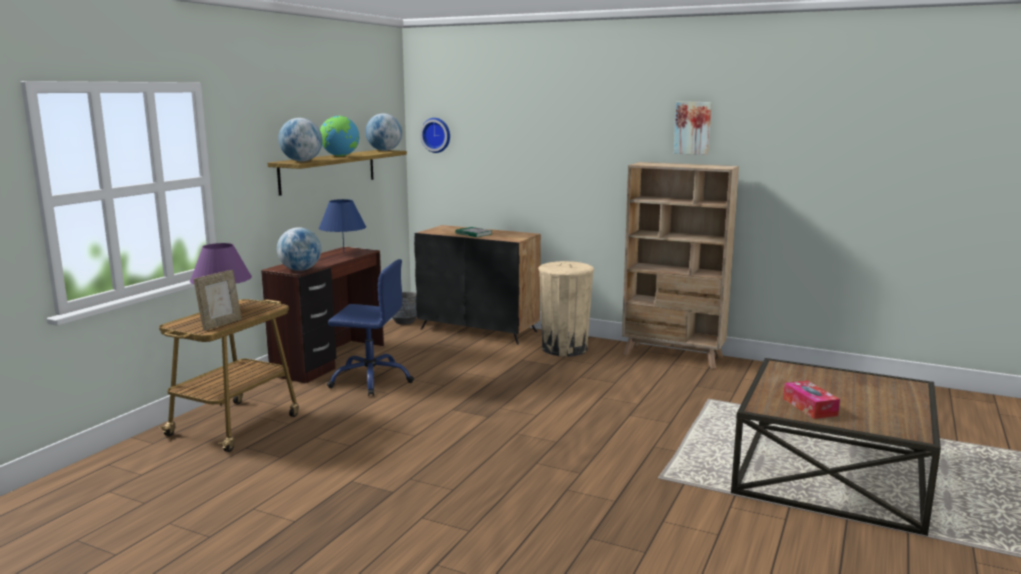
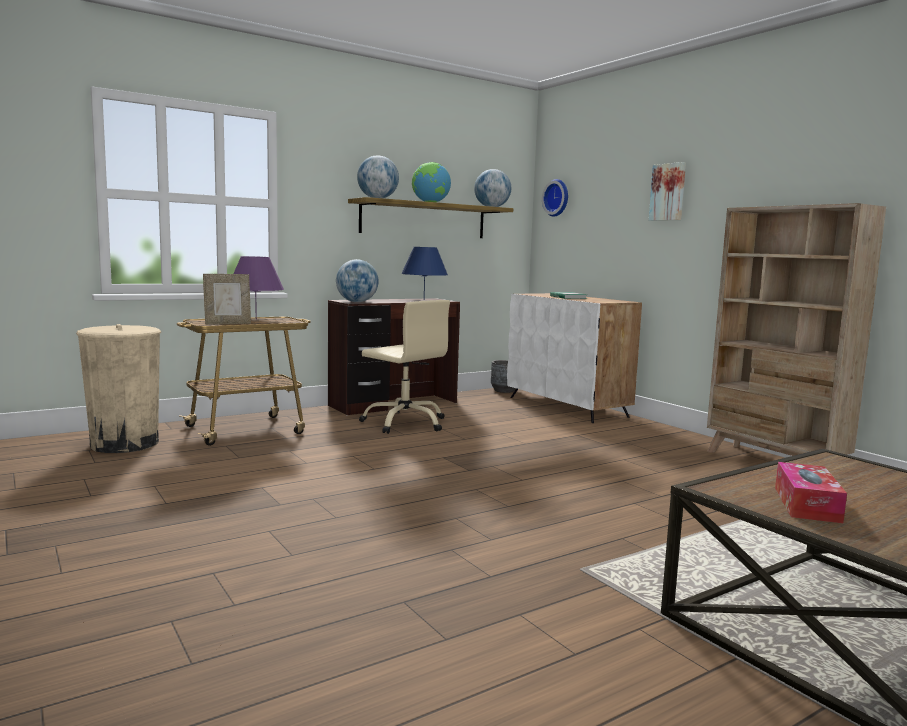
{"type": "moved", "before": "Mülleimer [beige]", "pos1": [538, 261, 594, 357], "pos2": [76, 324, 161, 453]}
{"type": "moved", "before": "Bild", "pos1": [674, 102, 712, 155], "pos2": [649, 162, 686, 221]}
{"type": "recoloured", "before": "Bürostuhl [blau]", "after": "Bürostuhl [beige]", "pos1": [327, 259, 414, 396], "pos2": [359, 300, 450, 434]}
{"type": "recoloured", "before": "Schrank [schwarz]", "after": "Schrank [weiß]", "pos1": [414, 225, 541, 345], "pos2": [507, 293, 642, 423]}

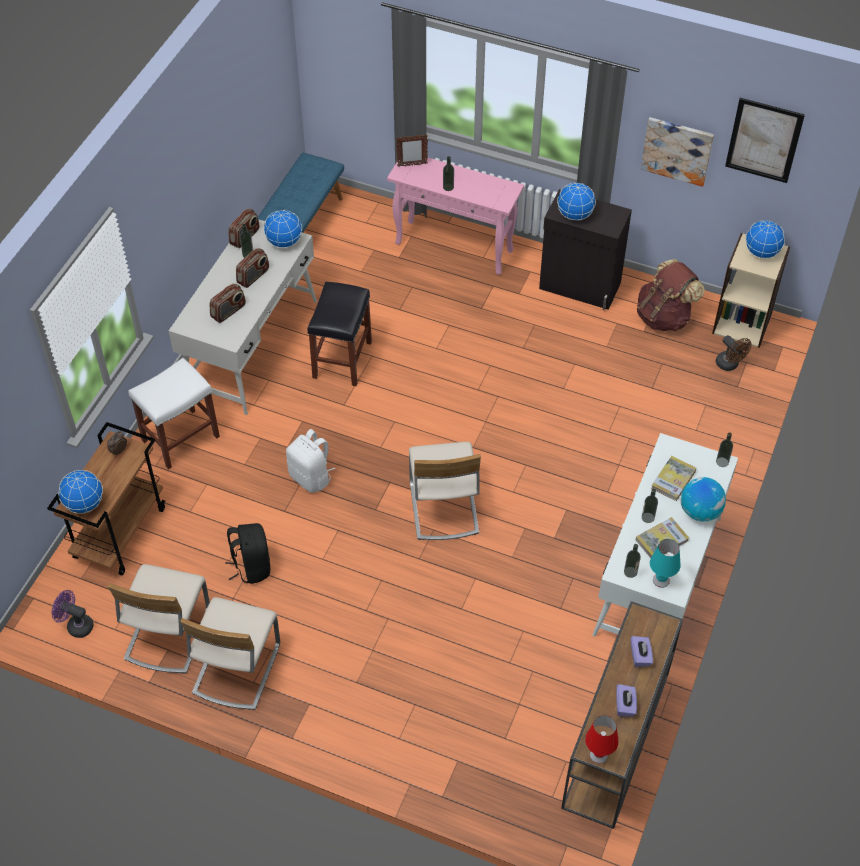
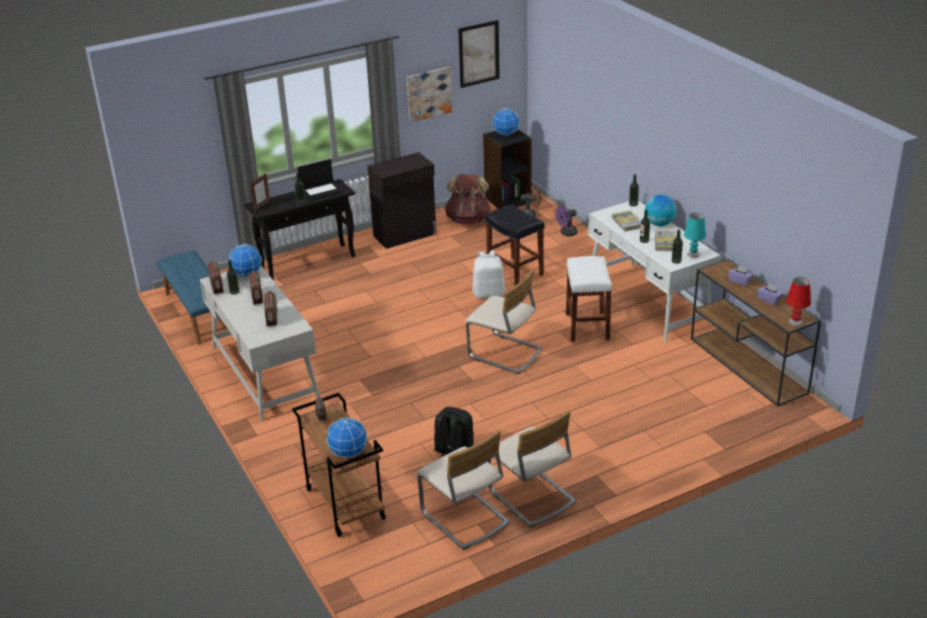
{"type": "removed", "before": "Globus", "pos1": [557, 182, 596, 221]}
{"type": "added", "after": "Laptop", "pos2": [298, 159, 343, 201]}
{"type": "moved", "before": "Ventilator [lila]", "pos1": [52, 590, 94, 638], "pos2": [555, 205, 578, 236]}
{"type": "moved", "before": "Hocker [weiß]", "pos1": [129, 358, 220, 469], "pos2": [566, 256, 612, 342]}
{"type": "moved", "before": "Rucksack [weiß]", "pos1": [286, 429, 335, 493], "pos2": [472, 251, 505, 299]}
{"type": "moved", "before": "Hocker [schwarz]", "pos1": [307, 282, 372, 386], "pos2": [485, 205, 544, 285]}
{"type": "recoloured", "before": "Konsolentisch [rosa]", "after": "Konsolentisch [schwarz]", "pos1": [387, 158, 524, 275], "pos2": [245, 179, 355, 280]}
{"type": "recoloured", "before": "Bücherregal [beige]", "after": "Bücherregal [schwarz]", "pos1": [712, 233, 790, 348], "pos2": [483, 129, 532, 209]}

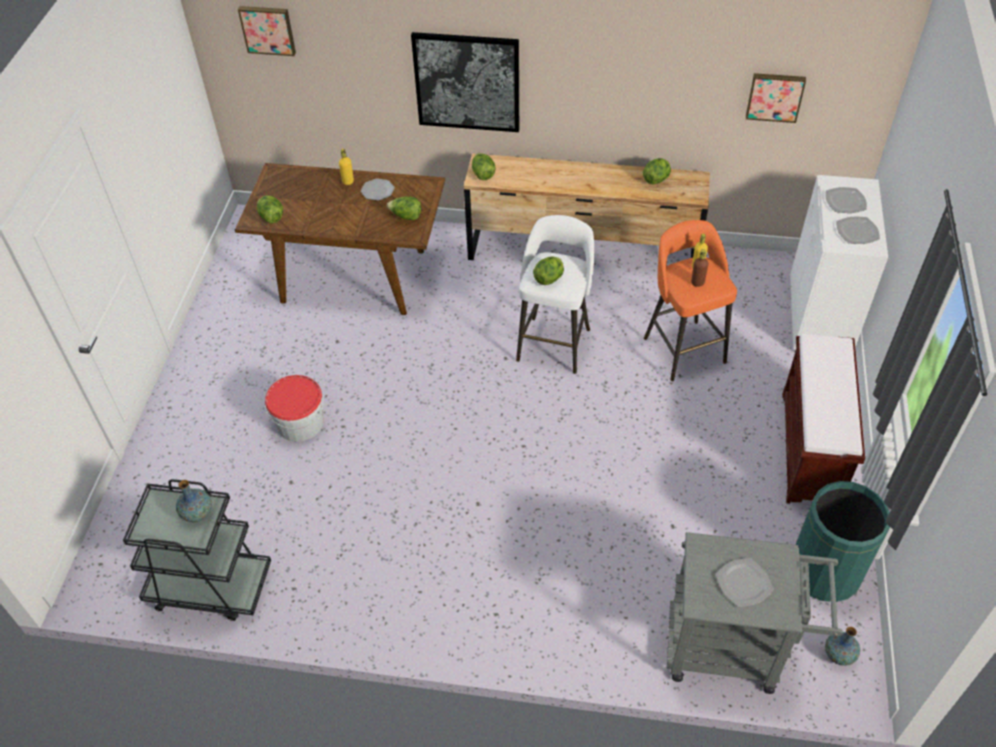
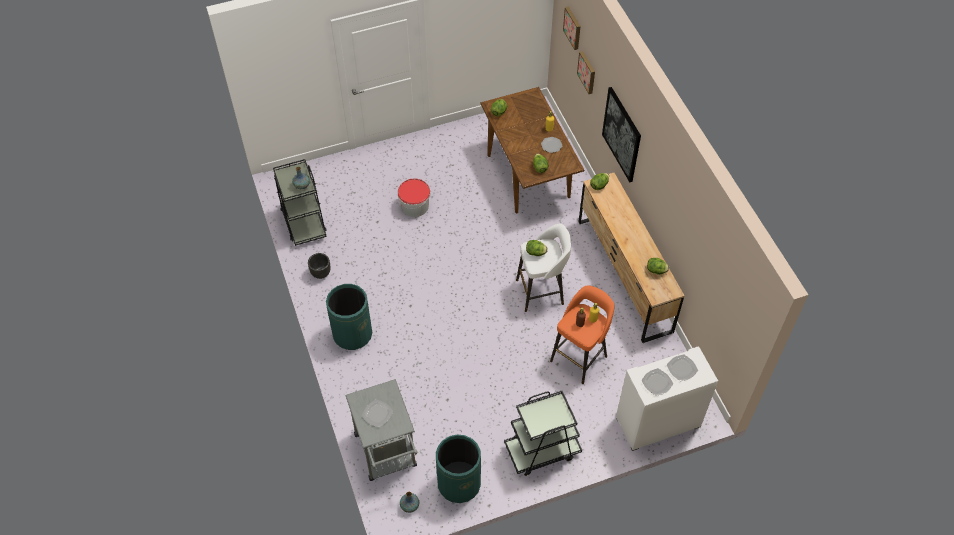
{"type": "added", "after": "Pflanzkübel [schwarz]", "pos2": [308, 253, 331, 279]}
{"type": "added", "after": "Mülleimer [grün]", "pos2": [326, 284, 372, 350]}
{"type": "moved", "before": "Bild", "pos1": [746, 73, 806, 123], "pos2": [577, 51, 595, 94]}
{"type": "replaced", "before": "Bank [braun]", "after": "Rollwagen [schwarz]", "pos1": [782, 334, 865, 504], "pos2": [504, 391, 582, 476]}

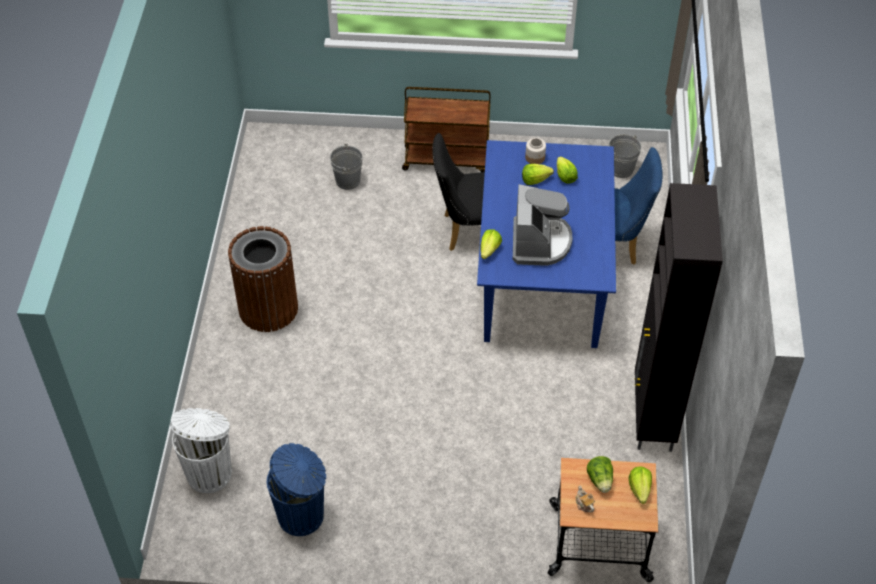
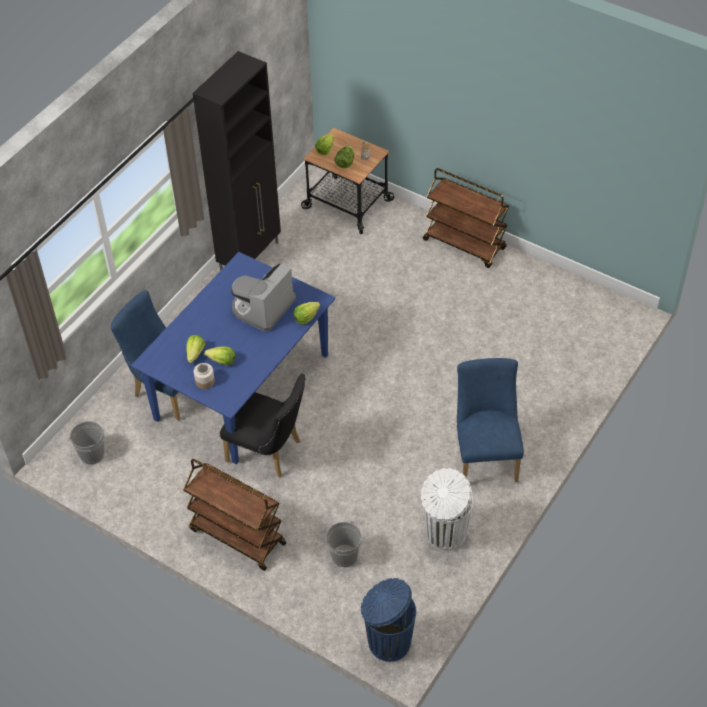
{"type": "added", "after": "Rollwagen [braun]", "pos2": [423, 168, 509, 268]}
{"type": "moved", "before": "Mülleimer [weiß]", "pos1": [170, 408, 232, 493], "pos2": [421, 468, 473, 551]}
{"type": "moved", "before": "Mülleimer [blau]", "pos1": [267, 443, 326, 536], "pos2": [361, 578, 416, 662]}
{"type": "replaced", "before": "Mülleimer [braun]", "after": "Stuhl [blau]", "pos1": [228, 226, 298, 332], "pos2": [457, 358, 524, 482]}

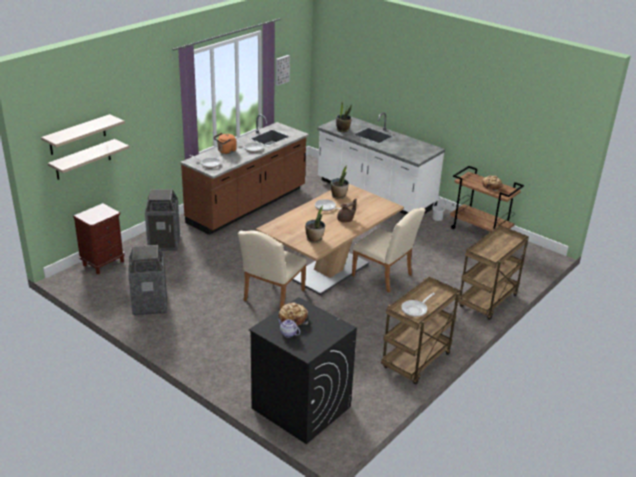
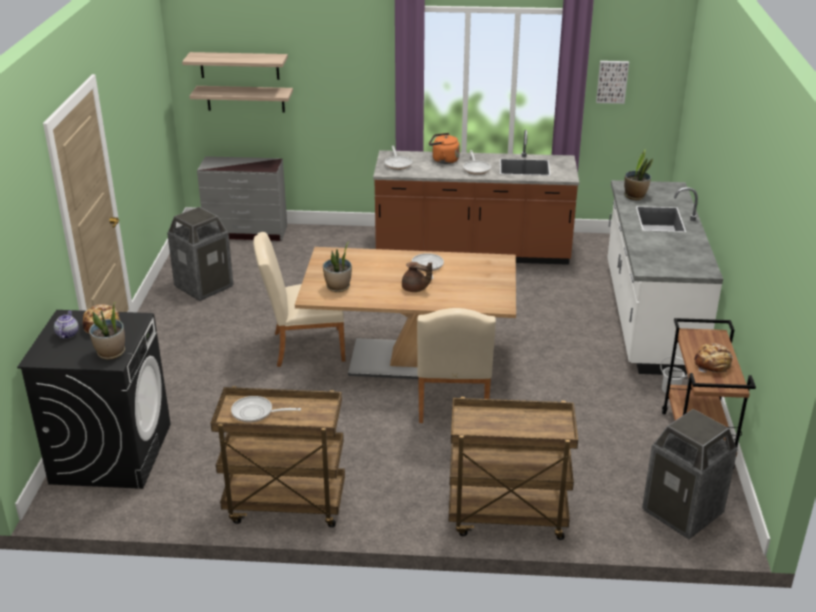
{"type": "moved", "before": "Mülleimer", "pos1": [145, 189, 180, 251], "pos2": [642, 409, 738, 539]}
{"type": "moved", "before": "Topfpflanze", "pos1": [331, 165, 349, 199], "pos2": [89, 303, 125, 359]}
{"type": "replaced", "before": "Nachttisch [braun]", "after": "Kommode [grau]", "pos1": [73, 203, 125, 274], "pos2": [197, 156, 287, 241]}

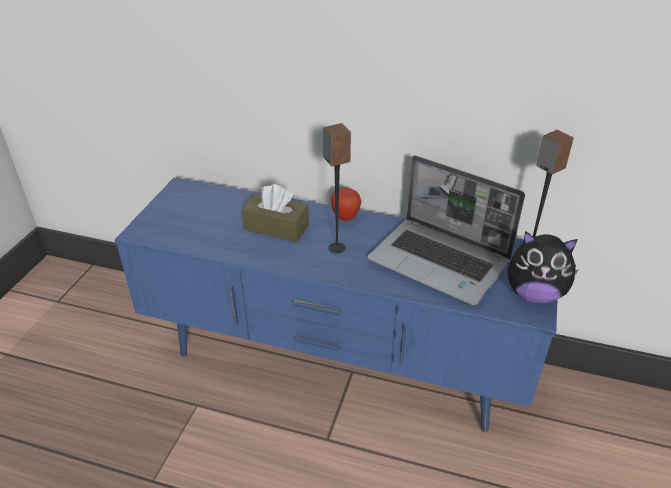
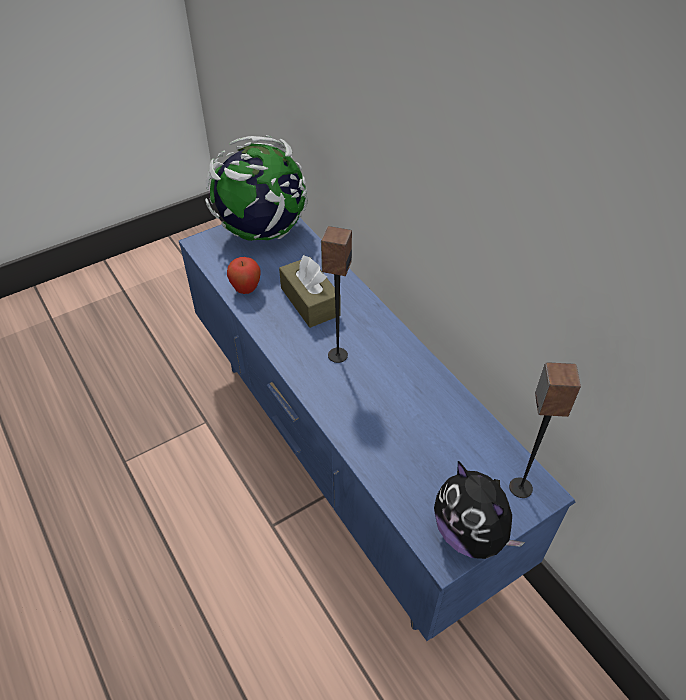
{"type": "removed", "before": "Laptop", "pos1": [367, 155, 525, 305]}
{"type": "added", "after": "Globus", "pos2": [205, 135, 308, 241]}
{"type": "moved", "before": "Apfel", "pos1": [331, 188, 361, 221], "pos2": [227, 257, 261, 294]}

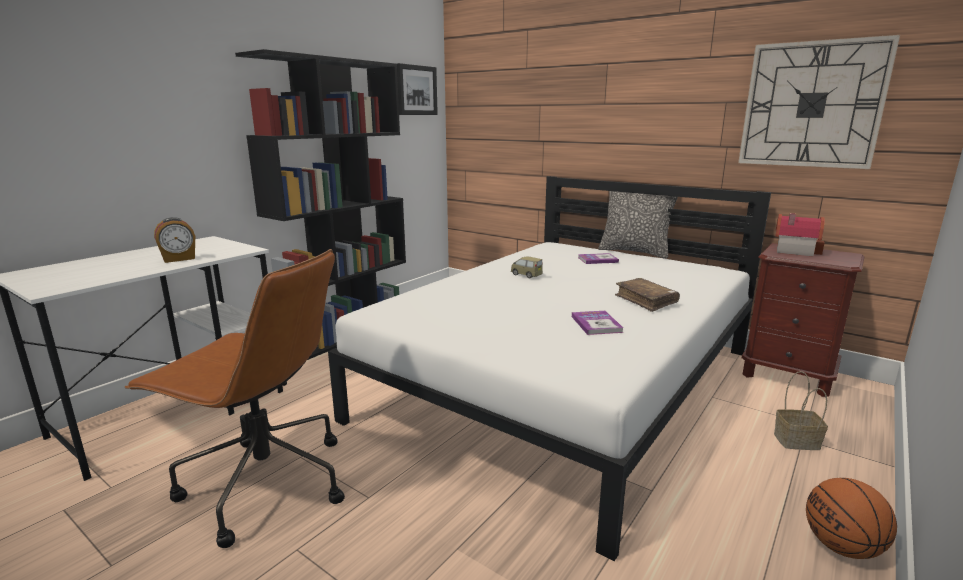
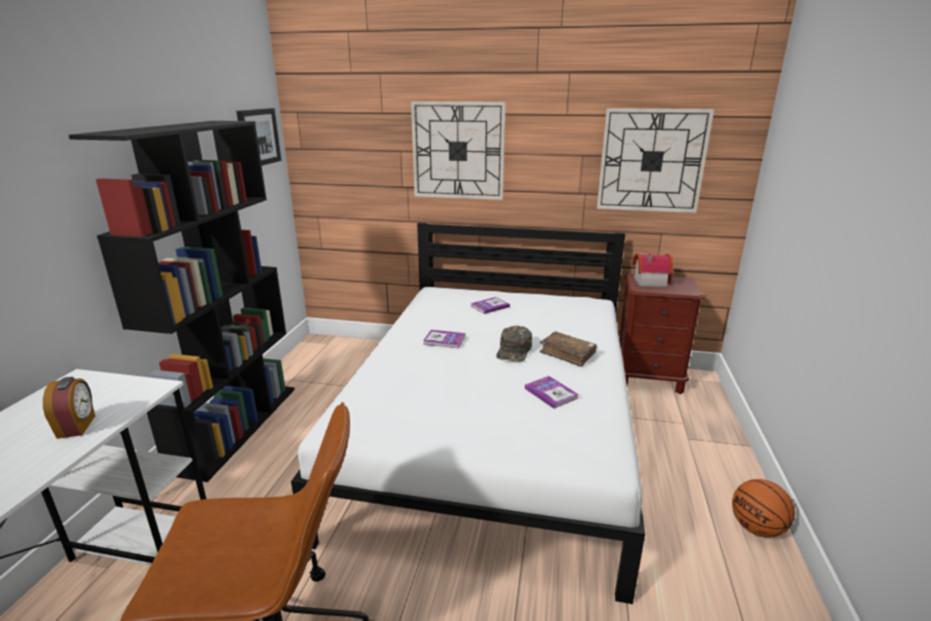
{"type": "removed", "before": "Kissen", "pos1": [598, 191, 678, 259]}
{"type": "removed", "before": "Korb", "pos1": [774, 371, 828, 450]}
{"type": "added", "after": "Wanduhr", "pos2": [411, 101, 506, 200]}
{"type": "added", "after": "Kappe [grün]", "pos2": [496, 326, 532, 362]}
{"type": "replaced", "before": "Spielzeugauto", "after": "Buch", "pos1": [511, 257, 543, 278], "pos2": [423, 330, 465, 348]}
{"type": "turned", "before": "Wecker", "pos1": [154, 217, 195, 263], "pos2": [43, 377, 95, 439], "turn": -45}

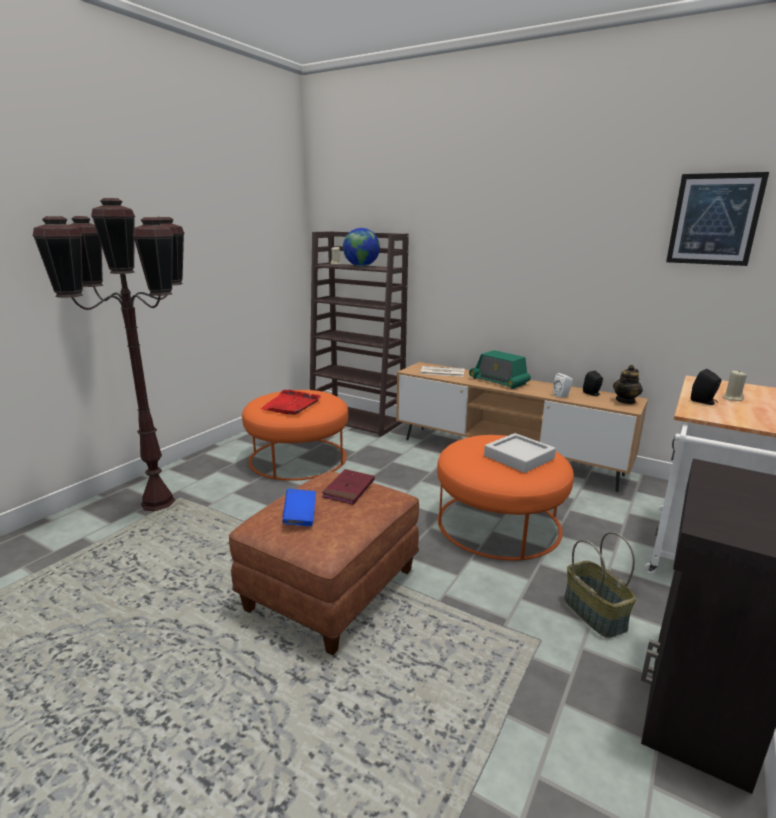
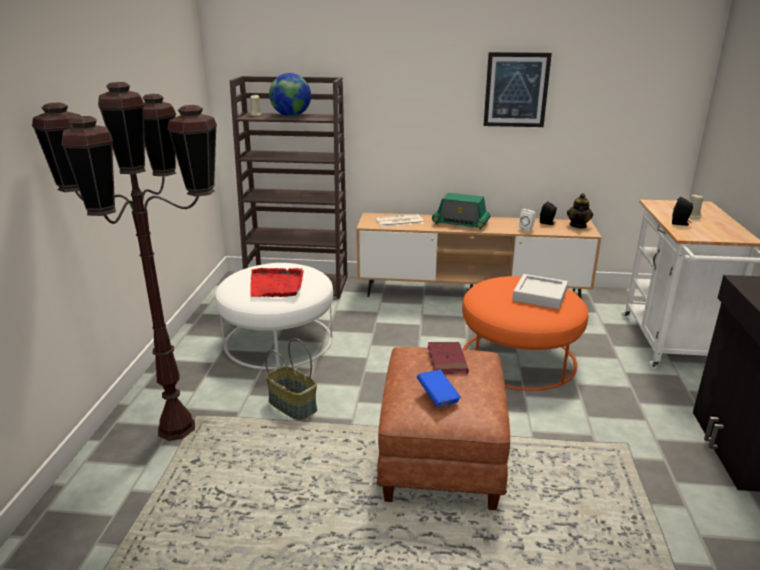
{"type": "moved", "before": "Korb", "pos1": [564, 532, 636, 638], "pos2": [265, 338, 317, 421]}
{"type": "moved", "before": "Bild", "pos1": [666, 172, 769, 266], "pos2": [484, 52, 552, 127]}
{"type": "recoloured", "before": "Polsterhocker [orange]", "after": "Polsterhocker [weiß]", "pos1": [242, 390, 348, 481], "pos2": [215, 263, 333, 370]}

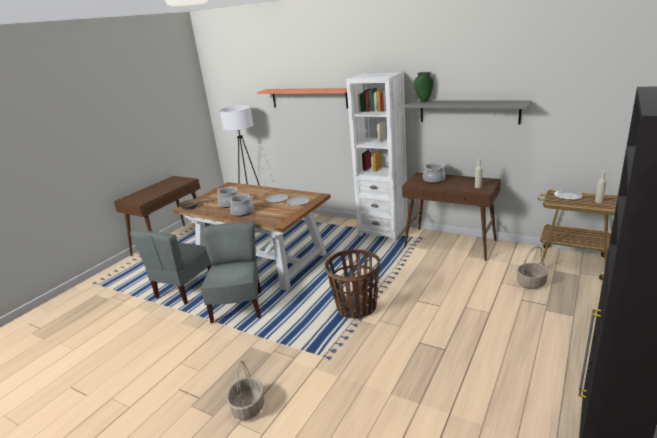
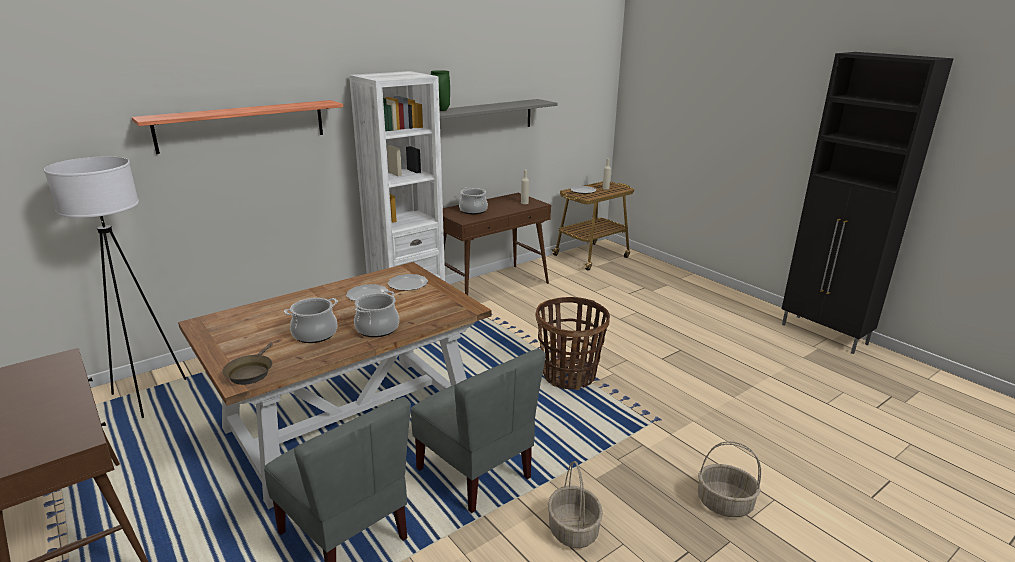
{"type": "moved", "before": "Korb", "pos1": [517, 246, 549, 289], "pos2": [548, 461, 603, 548]}
{"type": "turned", "before": "Stuhl [grau]", "pos1": [200, 222, 261, 323], "pos2": [411, 349, 546, 513], "turn": -150}

